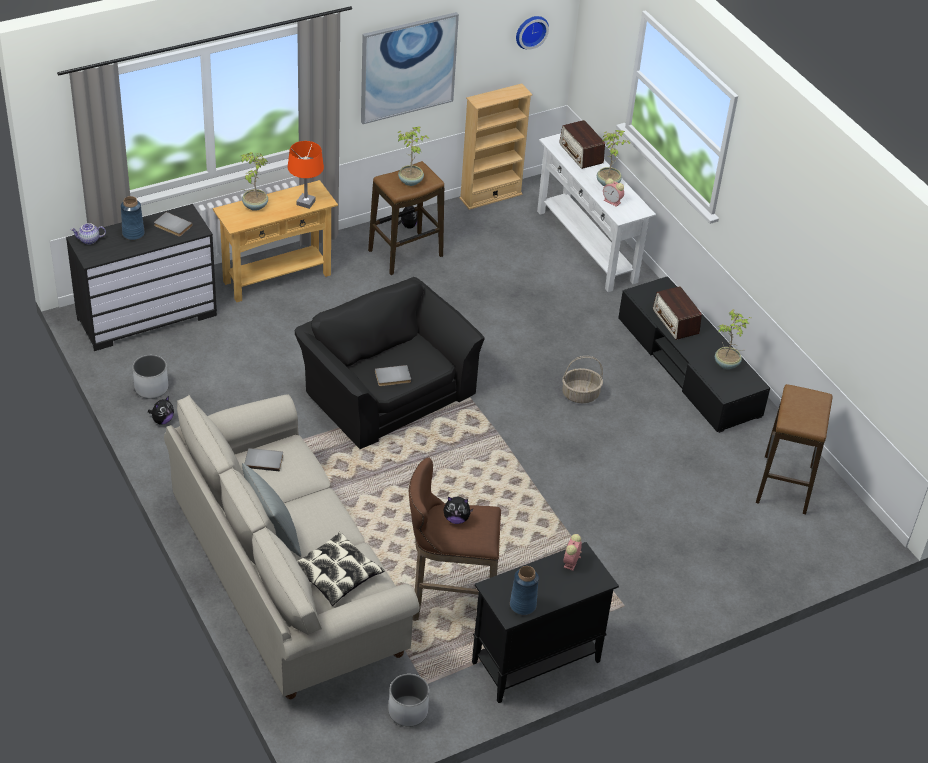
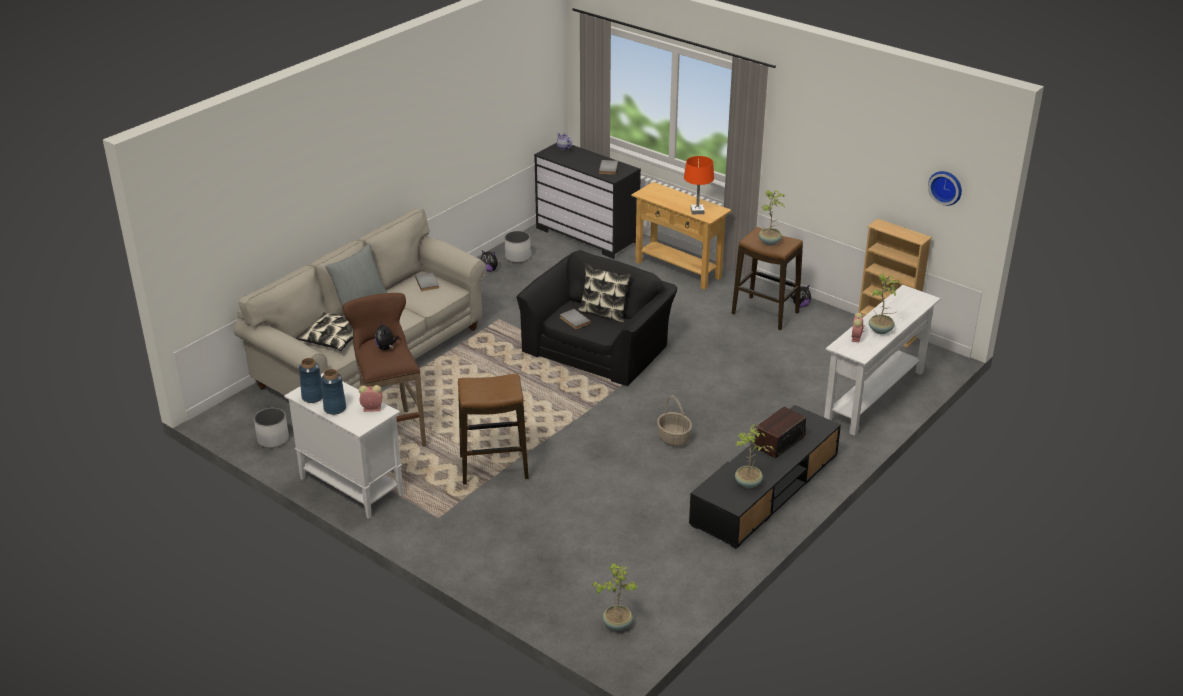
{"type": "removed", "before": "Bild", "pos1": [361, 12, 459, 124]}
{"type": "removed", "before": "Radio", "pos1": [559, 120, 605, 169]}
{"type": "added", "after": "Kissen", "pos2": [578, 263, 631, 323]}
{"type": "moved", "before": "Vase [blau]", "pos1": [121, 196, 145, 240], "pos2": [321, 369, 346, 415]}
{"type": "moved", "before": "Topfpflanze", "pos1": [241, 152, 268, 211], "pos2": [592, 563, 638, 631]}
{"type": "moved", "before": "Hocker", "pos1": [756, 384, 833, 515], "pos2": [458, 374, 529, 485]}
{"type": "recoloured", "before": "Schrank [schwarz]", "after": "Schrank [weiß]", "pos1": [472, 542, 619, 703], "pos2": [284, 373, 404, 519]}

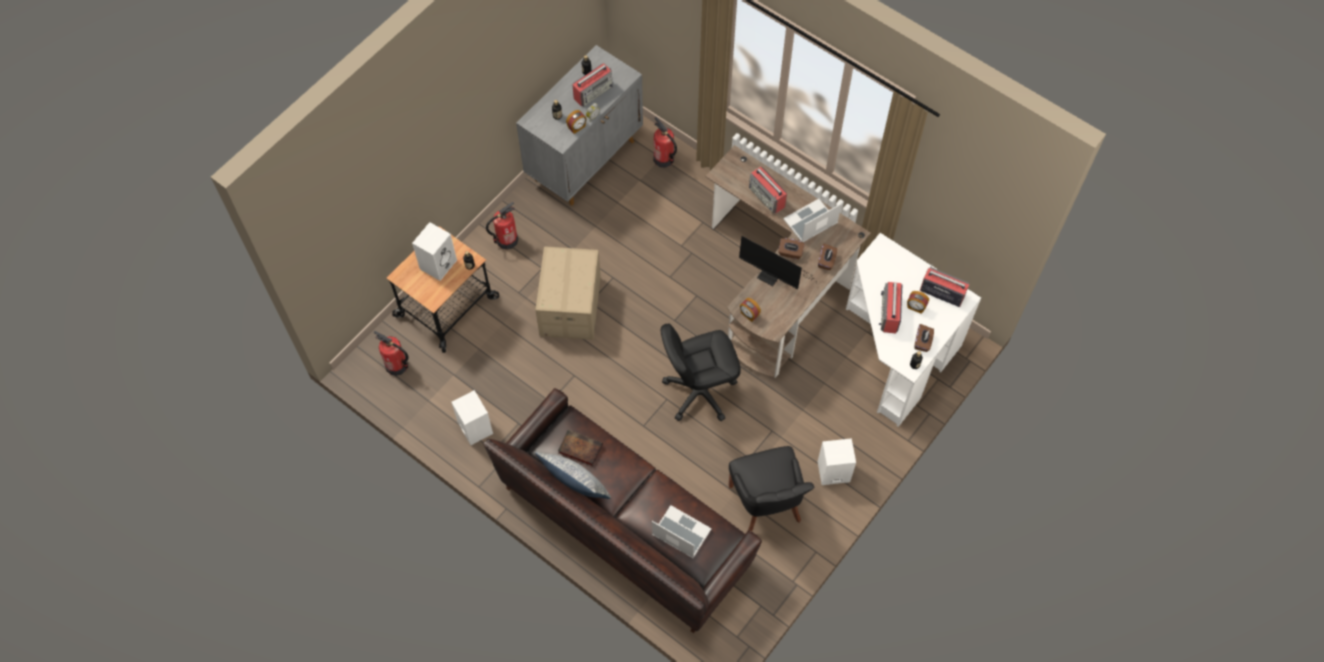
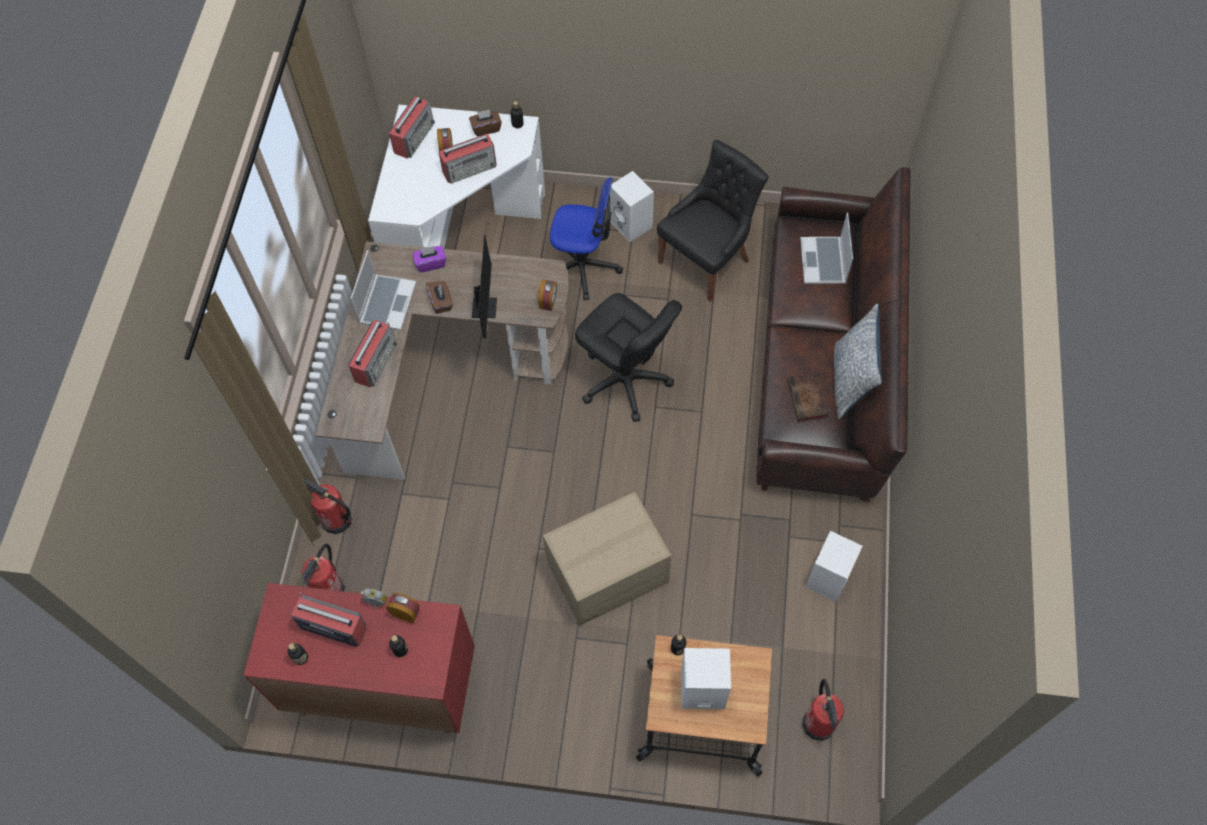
{"type": "added", "after": "Bürostuhl", "pos2": [550, 177, 623, 300]}
{"type": "moved", "before": "Feuerlöscher", "pos1": [486, 202, 518, 250], "pos2": [303, 478, 352, 534]}
{"type": "recoloured", "before": "Schrank [grau]", "after": "Schrank [rot]", "pos1": [516, 45, 643, 205], "pos2": [244, 583, 475, 733]}
{"type": "recoloured", "before": "Taschentuchbox [braun]", "after": "Taschentuchbox [lila]", "pos1": [818, 243, 837, 270], "pos2": [413, 246, 446, 272]}
{"type": "turned", "before": "Laptop", "pos1": [783, 199, 841, 242], "pos2": [350, 250, 416, 330], "turn": -105}
{"type": "turned", "before": "Radio", "pos1": [920, 264, 969, 307], "pos2": [389, 97, 435, 159], "turn": -150}

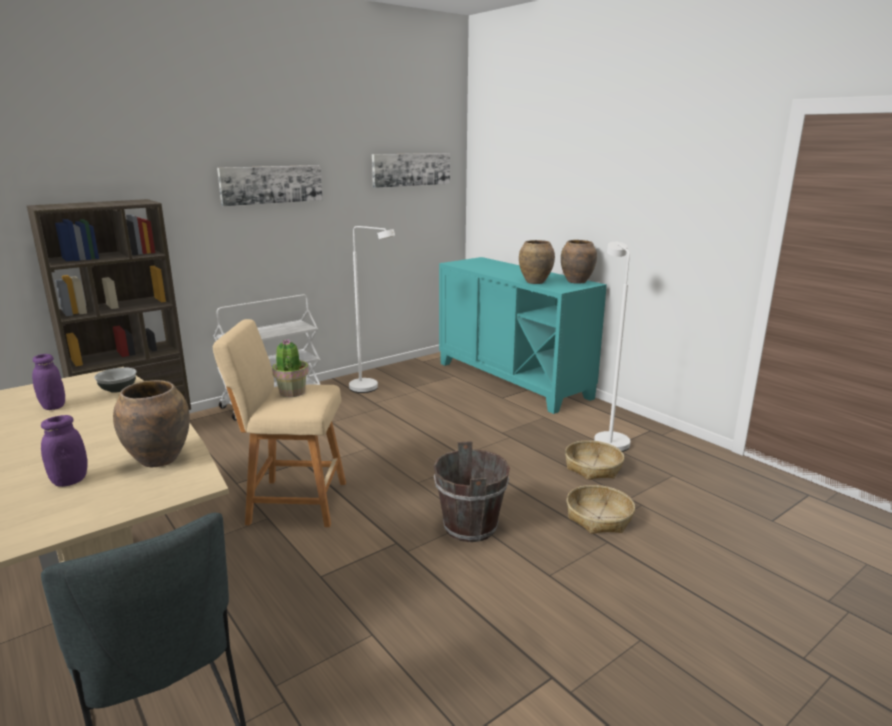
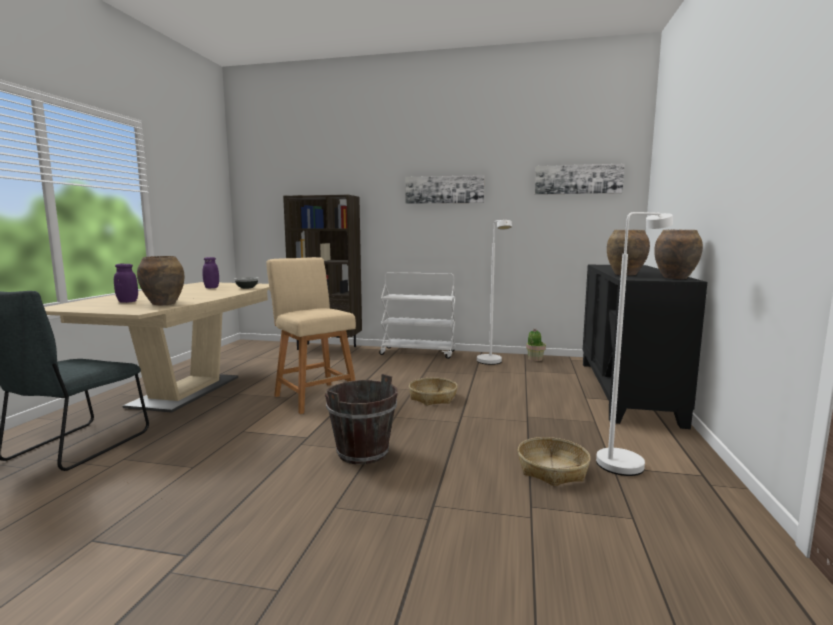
{"type": "moved", "before": "Topfpflanze", "pos1": [272, 339, 309, 397], "pos2": [526, 329, 546, 361]}
{"type": "moved", "before": "Korb", "pos1": [567, 485, 635, 534], "pos2": [409, 378, 458, 405]}
{"type": "recoloured", "before": "Schrank [türkis]", "after": "Schrank [schwarz]", "pos1": [439, 257, 607, 414], "pos2": [583, 265, 707, 429]}

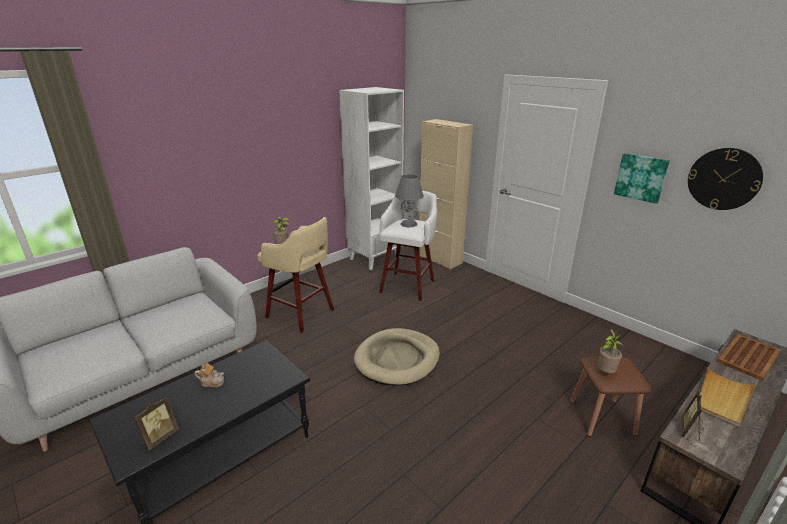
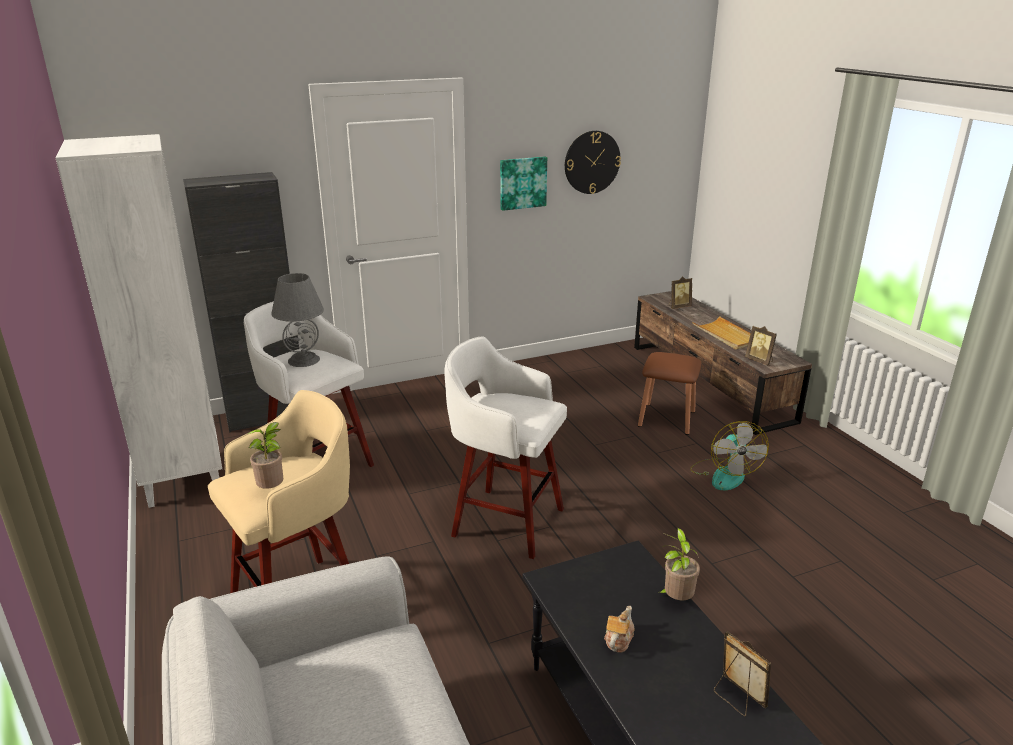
{"type": "added", "after": "Ventilator", "pos2": [690, 421, 769, 491]}
{"type": "moved", "before": "Topfpflanze", "pos1": [598, 329, 624, 373], "pos2": [658, 528, 700, 601]}
{"type": "replaced", "before": "Hundebett [beige]", "after": "Hocker [weiß]", "pos1": [354, 328, 440, 386], "pos2": [444, 336, 567, 559]}
{"type": "replaced", "before": "Tablett [braun]", "after": "Bilderrahmen", "pos1": [717, 334, 781, 381], "pos2": [669, 276, 692, 309]}
{"type": "recoloured", "before": "Schrank [beige]", "after": "Schrank [schwarz]", "pos1": [419, 119, 473, 269], "pos2": [183, 172, 299, 433]}

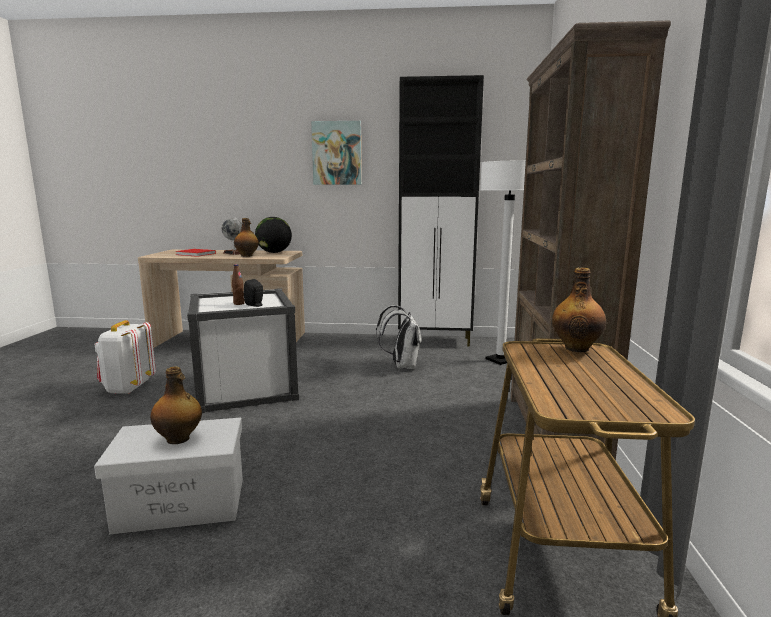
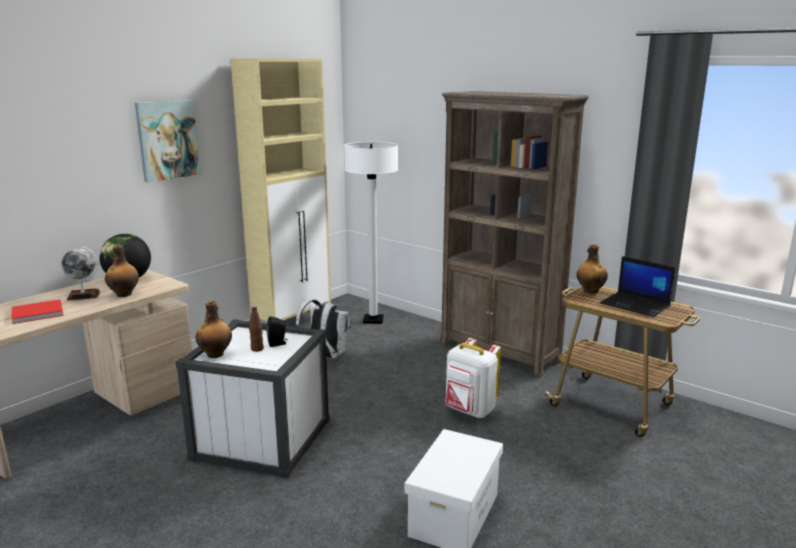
{"type": "added", "after": "Laptop", "pos2": [600, 256, 675, 317]}
{"type": "moved", "before": "Rucksack [weiß]", "pos1": [95, 320, 156, 394], "pos2": [445, 338, 501, 418]}
{"type": "moved", "before": "Flasche", "pos1": [150, 366, 202, 444], "pos2": [196, 301, 232, 358]}
{"type": "recoloured", "before": "Schrank [schwarz]", "after": "Schrank [beige]", "pos1": [398, 75, 484, 346], "pos2": [231, 59, 331, 322]}

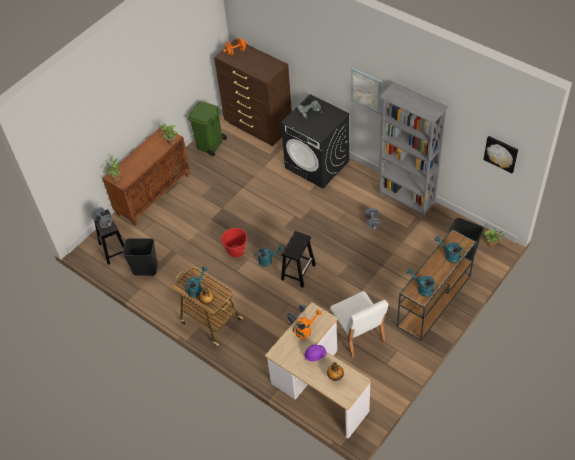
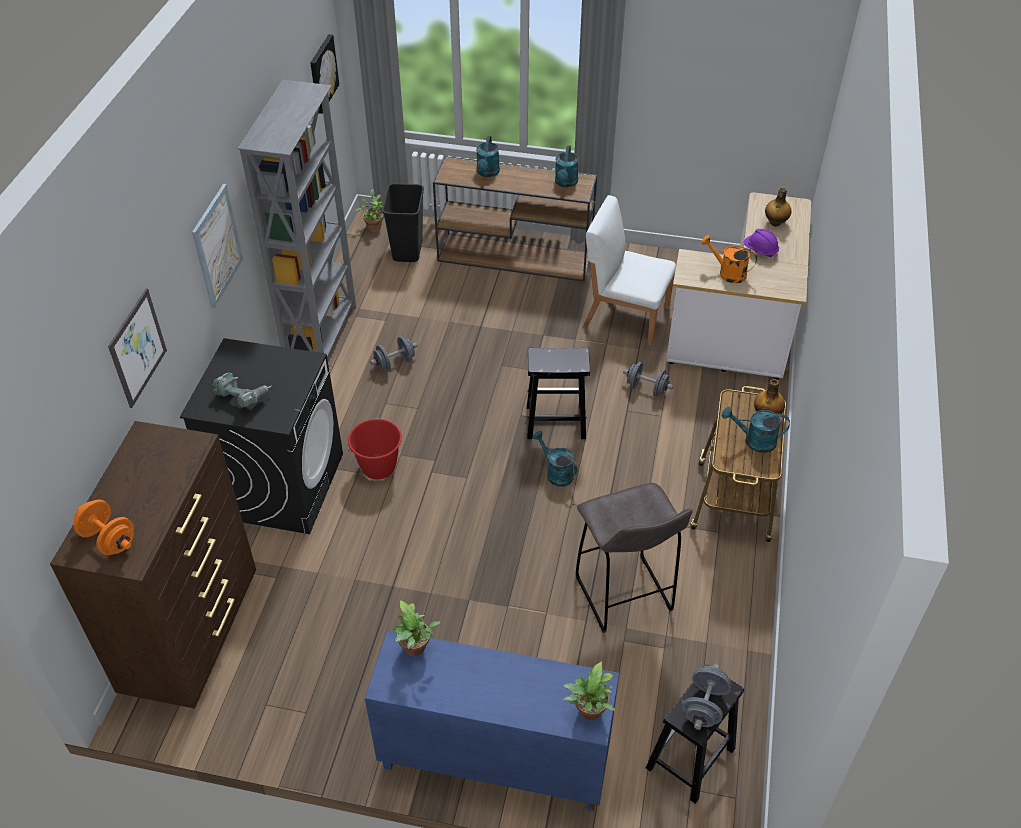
{"type": "removed", "before": "Mülleimer [schwarz]", "pos1": [123, 238, 158, 276]}
{"type": "removed", "before": "Mülleimer [grün]", "pos1": [188, 102, 227, 156]}
{"type": "added", "after": "Bild", "pos2": [108, 289, 167, 408]}
{"type": "added", "after": "Hocker [grau]", "pos2": [575, 483, 693, 633]}
{"type": "moved", "before": "Eimer [rot]", "pos1": [221, 228, 247, 257], "pos2": [348, 419, 402, 479]}
{"type": "recoloured", "before": "Schrank [braun]", "after": "Schrank [blau]", "pos1": [102, 125, 190, 226], "pos2": [365, 630, 619, 811]}
{"type": "turned", "before": "Stuhl [weiß]", "pos1": [330, 291, 388, 358], "pos2": [583, 195, 676, 346], "turn": -105}

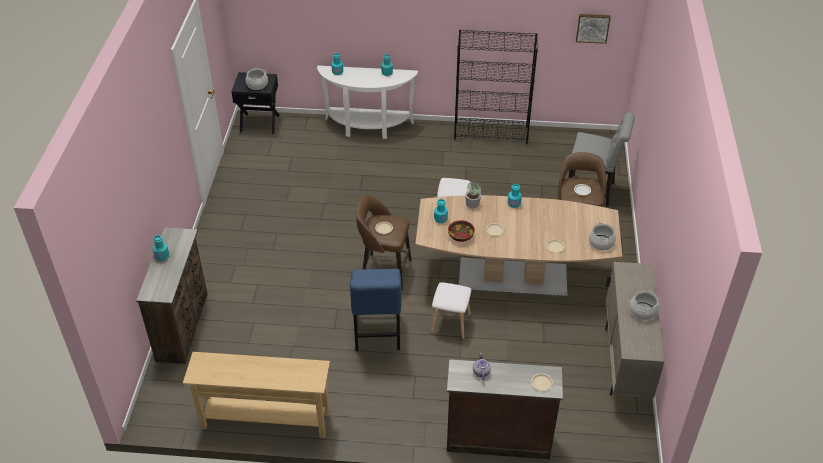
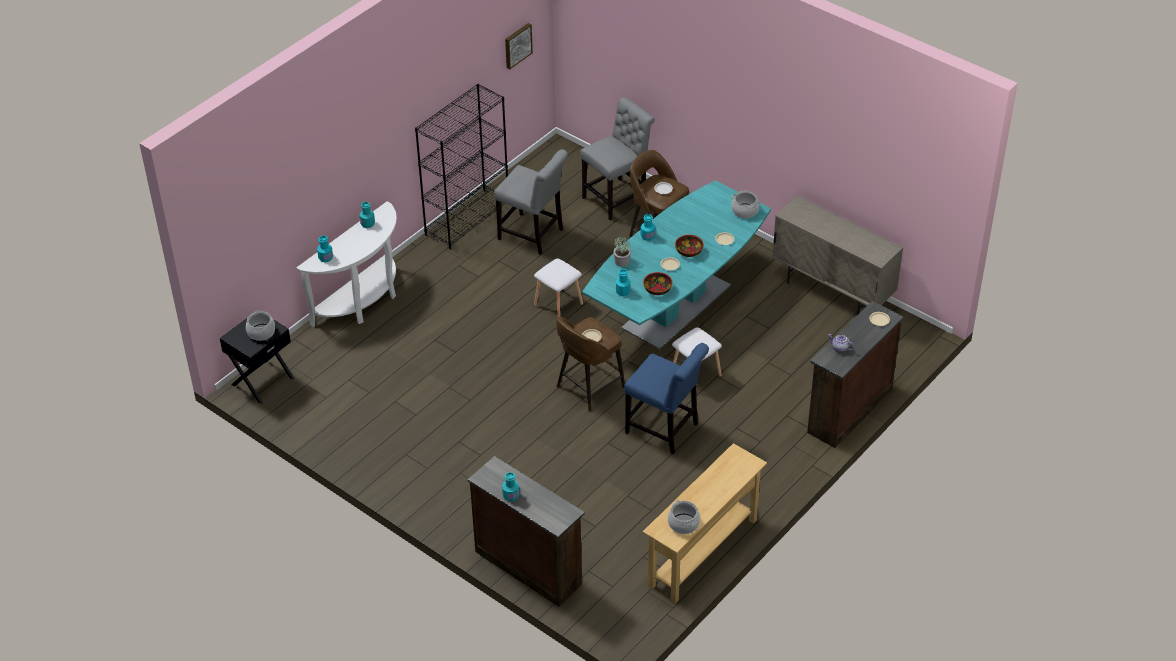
{"type": "added", "after": "Stuhl [grau]", "pos2": [494, 149, 568, 255]}
{"type": "added", "after": "Schüssel", "pos2": [675, 235, 704, 257]}
{"type": "moved", "before": "Kochtopf", "pos1": [630, 291, 660, 320], "pos2": [668, 500, 700, 534]}
{"type": "recoloured", "before": "Esstisch [braun]", "after": "Esstisch [türkis]", "pos1": [415, 195, 622, 297], "pos2": [582, 181, 771, 350]}

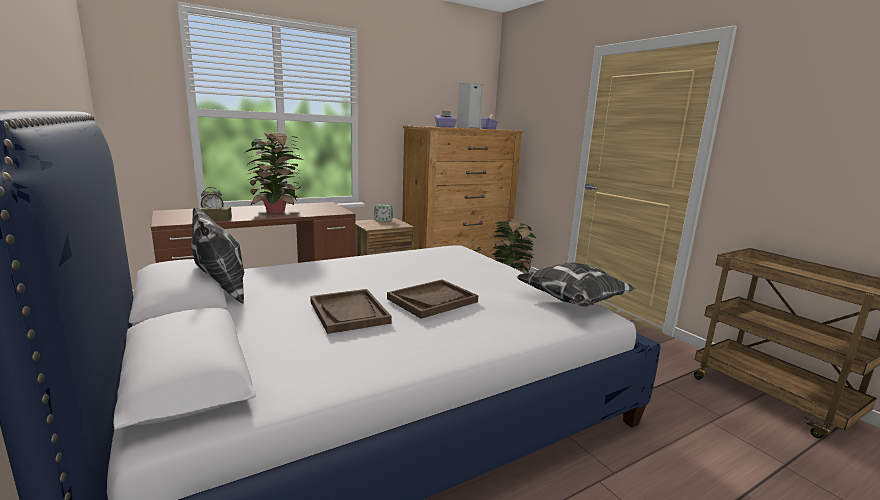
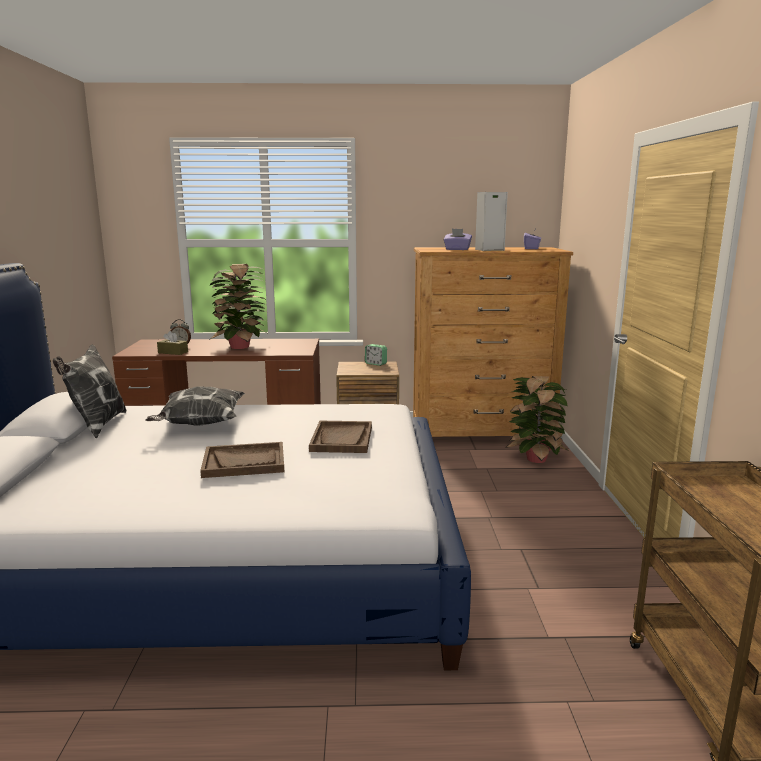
{"type": "moved", "before": "Tablett [braun]", "pos1": [310, 289, 392, 334], "pos2": [309, 421, 372, 453]}
{"type": "moved", "before": "Kissen", "pos1": [517, 262, 636, 307], "pos2": [145, 386, 245, 426]}

